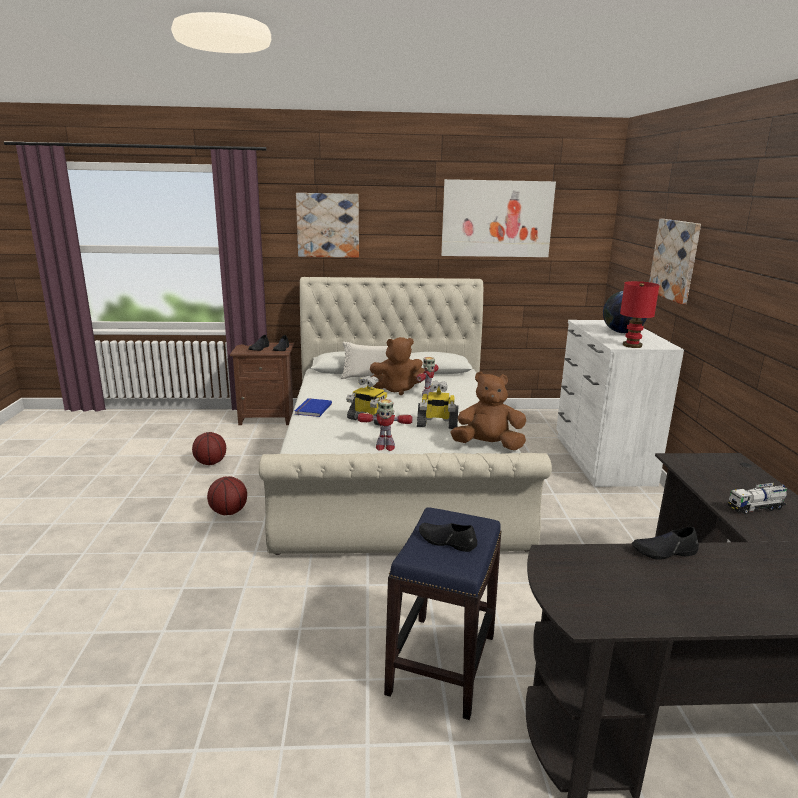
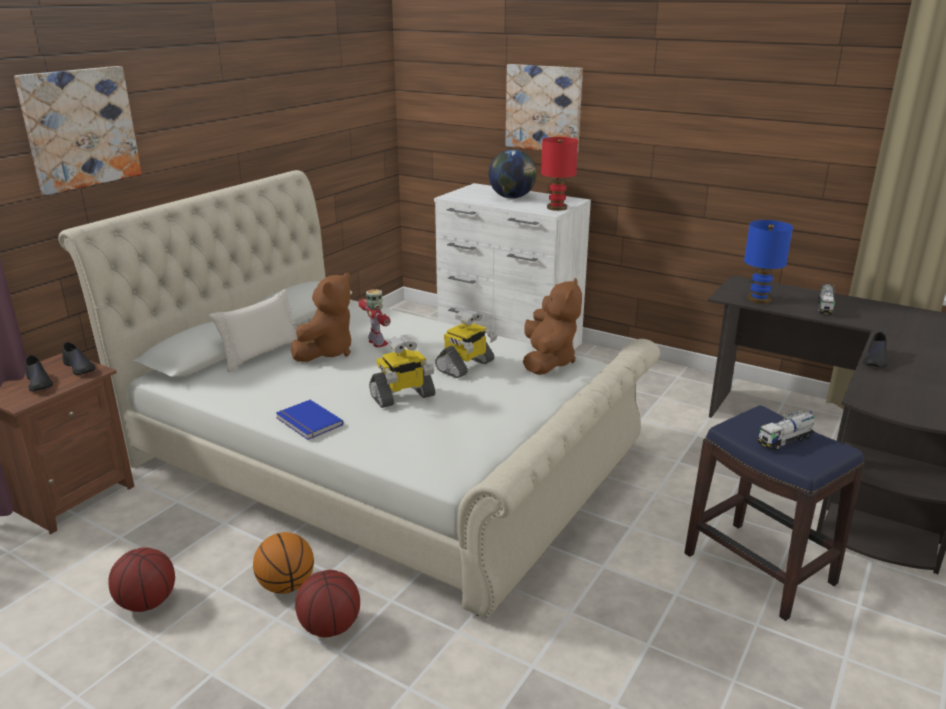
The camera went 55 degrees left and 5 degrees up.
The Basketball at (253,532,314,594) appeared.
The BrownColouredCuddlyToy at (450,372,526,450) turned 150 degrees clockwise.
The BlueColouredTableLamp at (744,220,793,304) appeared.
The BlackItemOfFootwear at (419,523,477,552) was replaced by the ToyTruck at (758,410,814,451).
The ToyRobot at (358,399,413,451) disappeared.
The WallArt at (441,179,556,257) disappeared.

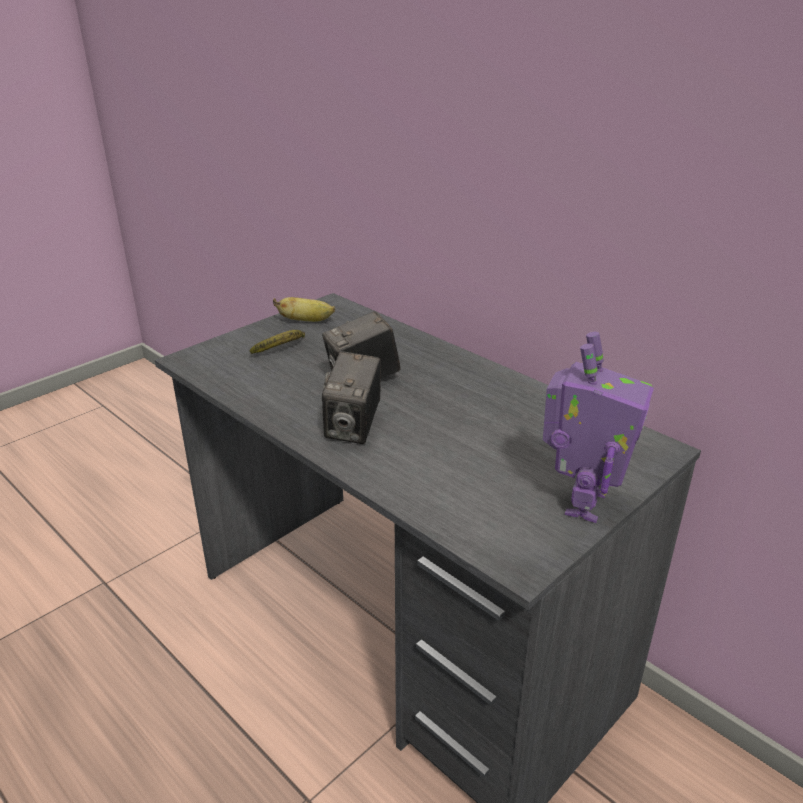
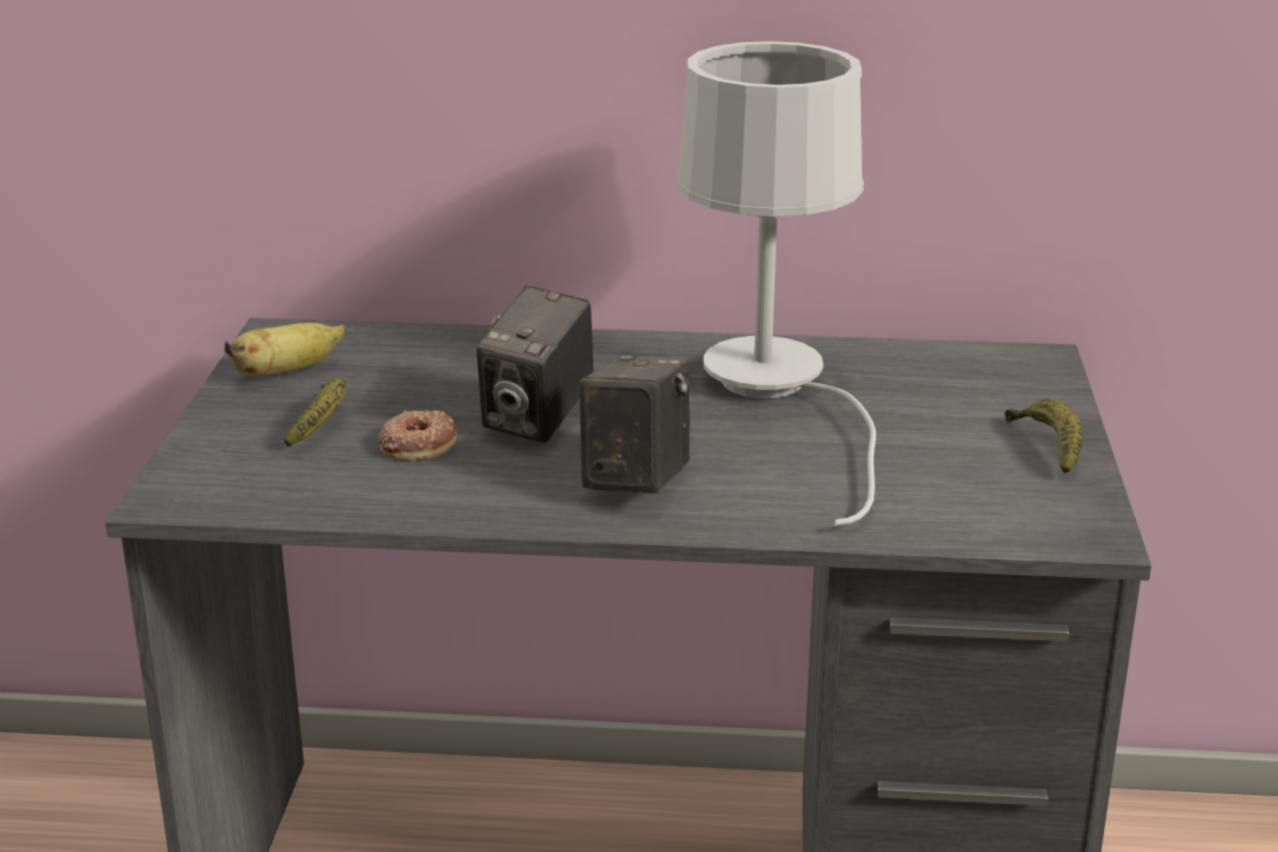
The camera went 40 degrees left and 5 degrees down.
The RingDoughnut at (379,410,457,461) appeared.
The StillCamera at (322,351,381,444) turned 135 degrees counterclockwise.
The WhiteTableLamp at (678,41,876,526) appeared.
The ToyRobot at (543,332,654,523) was replaced by the WholeBanana at (1005,399,1082,474).

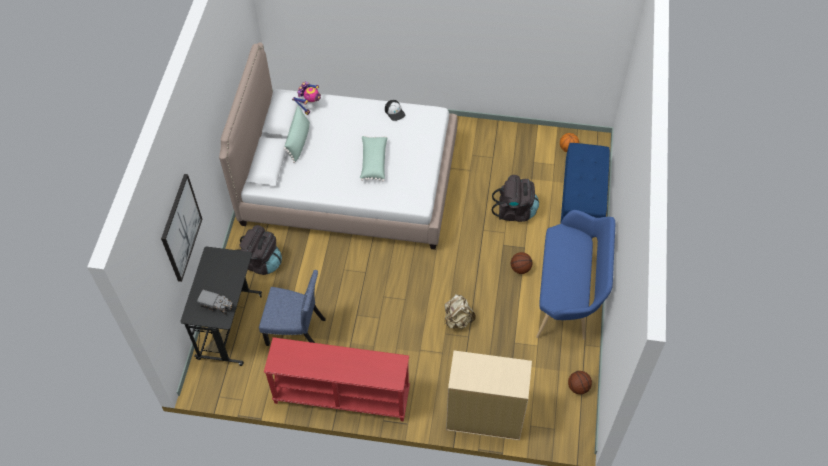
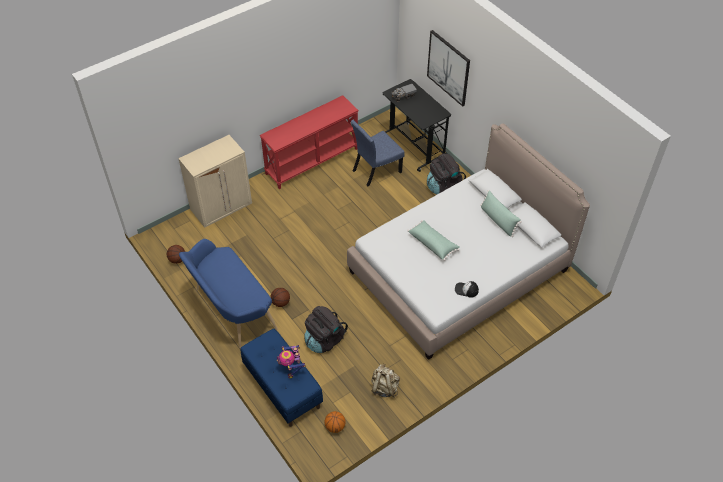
The camera went 135 degrees right and 5 degrees down.
The ToyRobot moved from (292,82,321,115) to (277,345,306,378).
The BeigeRucksack moved from (444,294,476,329) to (371,364,400,397).

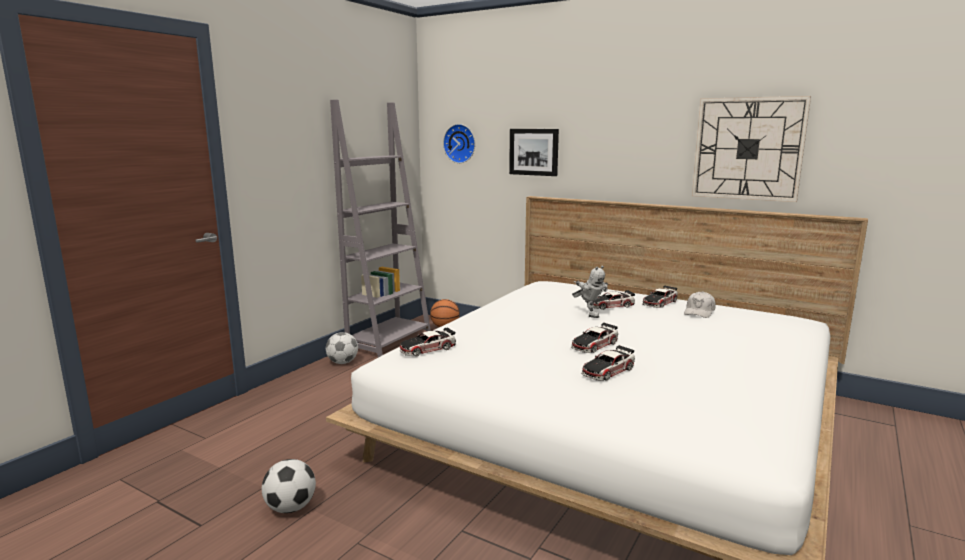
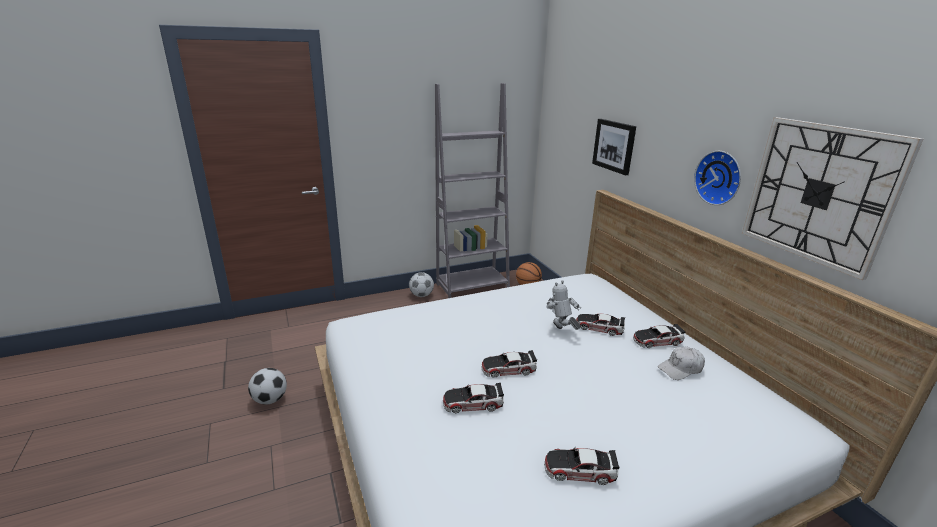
The camera went 35 degrees right and 10 degrees up.
The MiniatureCar moved from (400,327,456,356) to (544,447,619,485).
The ToyRobot at (572,265,608,318) turned 150 degrees clockwise.
The WallClock moved from (443,124,475,163) to (694,151,741,205).

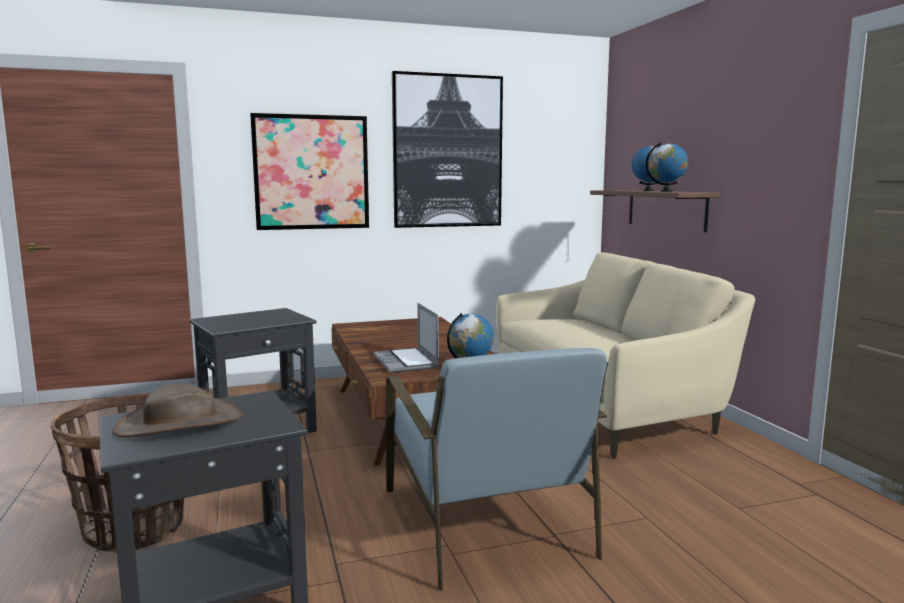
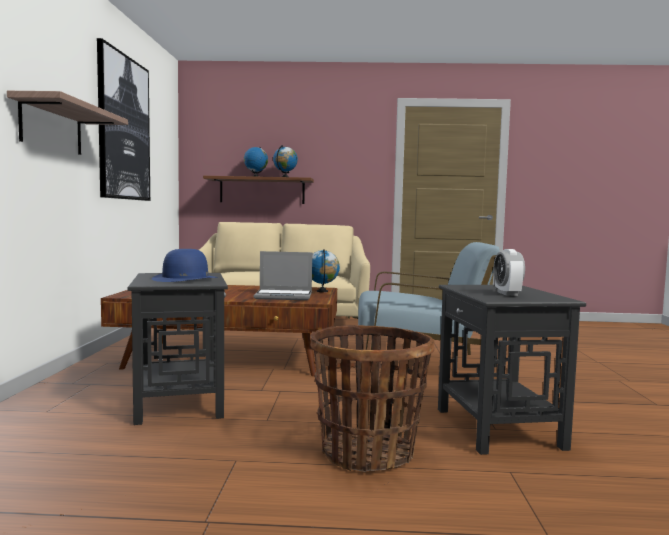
The camera went 70 degrees left and 5 degrees down.
The WallArt at (250,113,369,230) was replaced by the Shelf at (7,91,128,155).
The BlueColouredWearableHat at (152,249,218,282) appeared.
The BrownColouredWearableHat at (113,384,243,437) was replaced by the BedsideClock at (493,249,525,296).

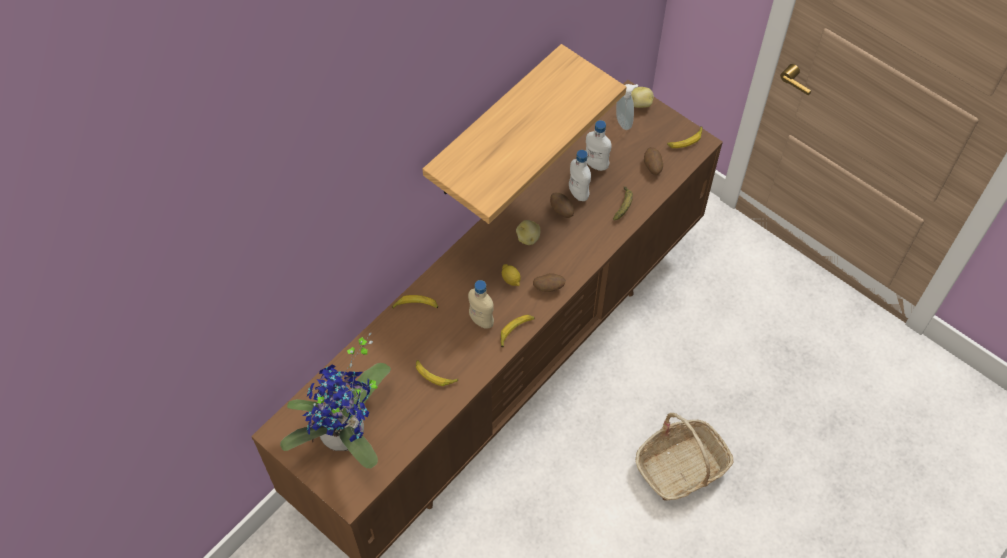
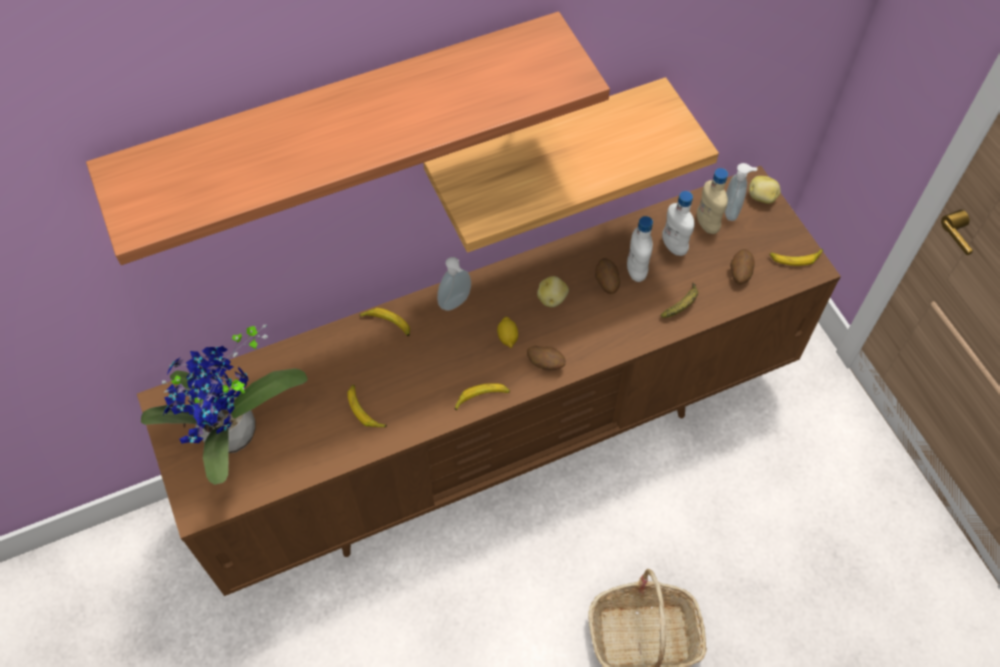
The camera went 25 degrees right and 0 degrees up.
The Shelf at (86,11,610,265) appeared.
The SoapDispenser at (437,257,471,311) appeared.
The BeigeBeverageBottle moved from (468,280,494,329) to (697,168,728,234).

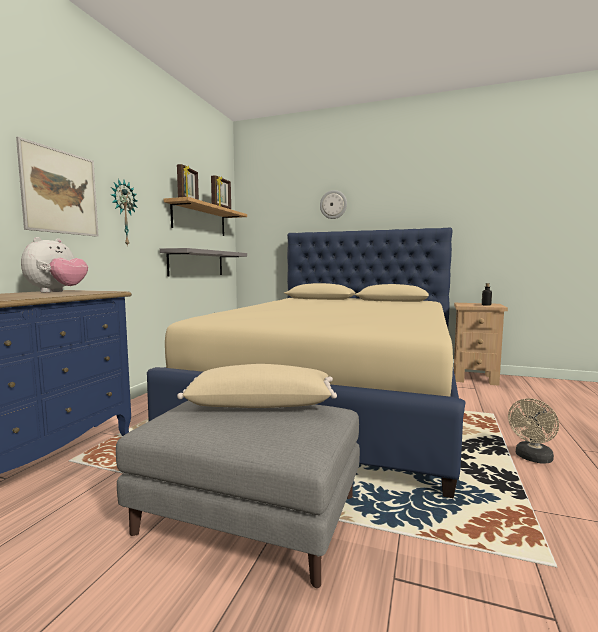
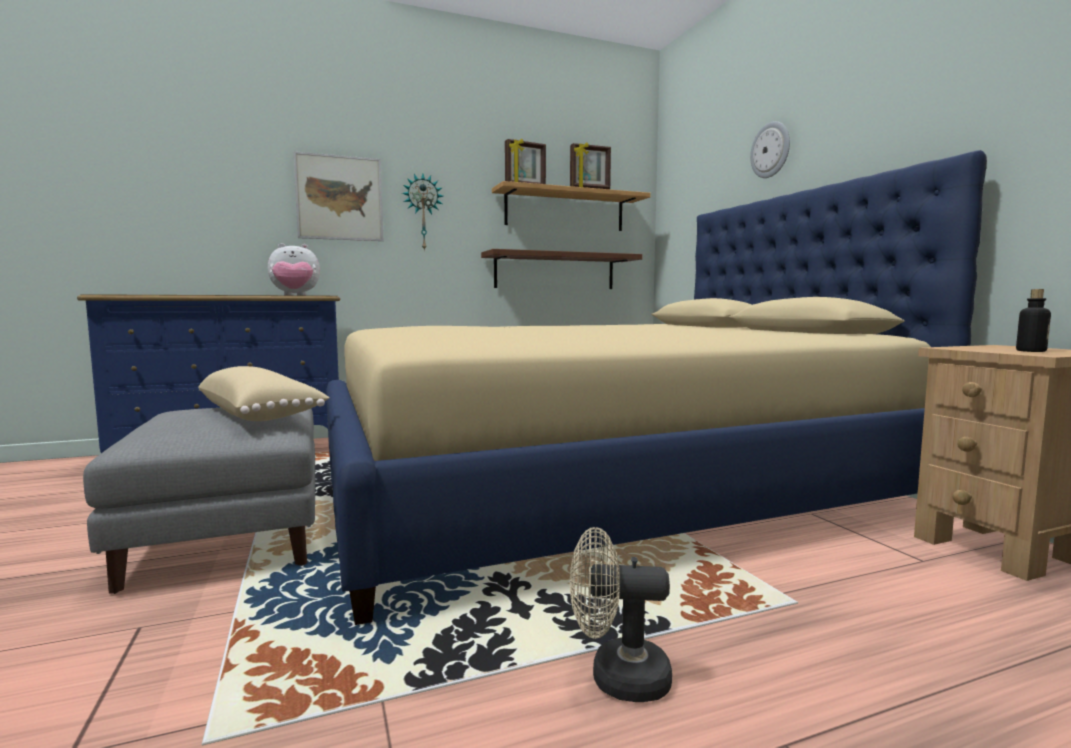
The camera went 50 degrees right and 0 degrees up.
The GrayShelf at (160,248,247,276) became the BrownColouredShelf at (481,249,643,289).

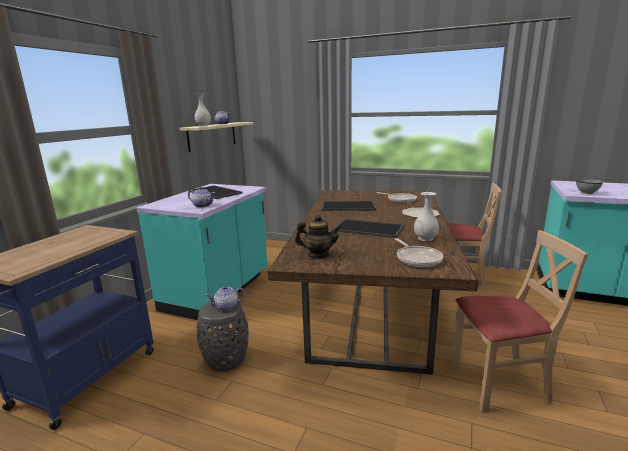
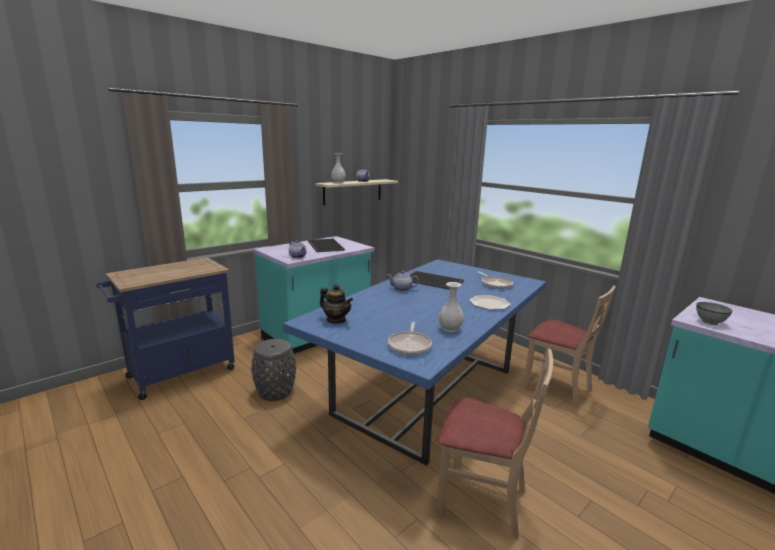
The camera went 25 degrees right and 0 degrees up.
The BrownColouredDiningTable at (268,190,478,375) became the BlueColouredDiningTable at (283,259,546,466).
The PotForTea moved from (205,286,245,311) to (387,271,419,291).
The ServingTray at (332,218,404,238) disappeared.

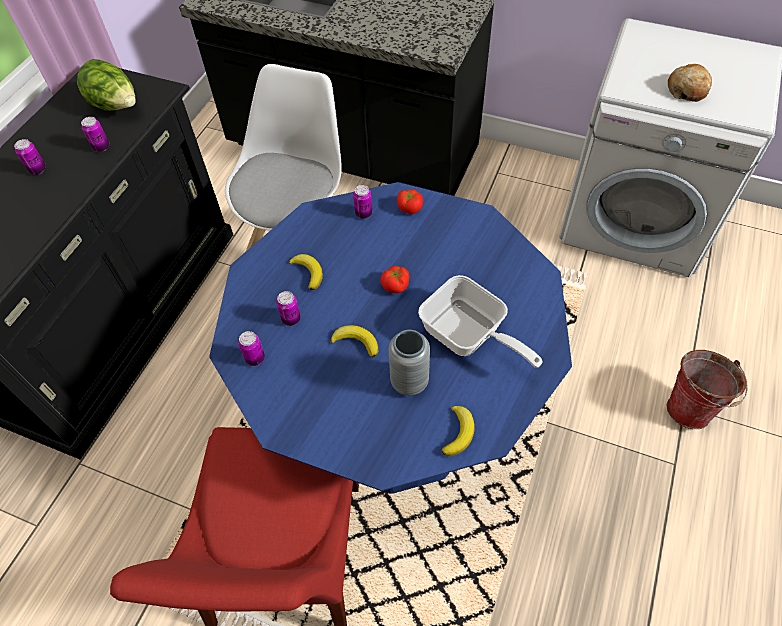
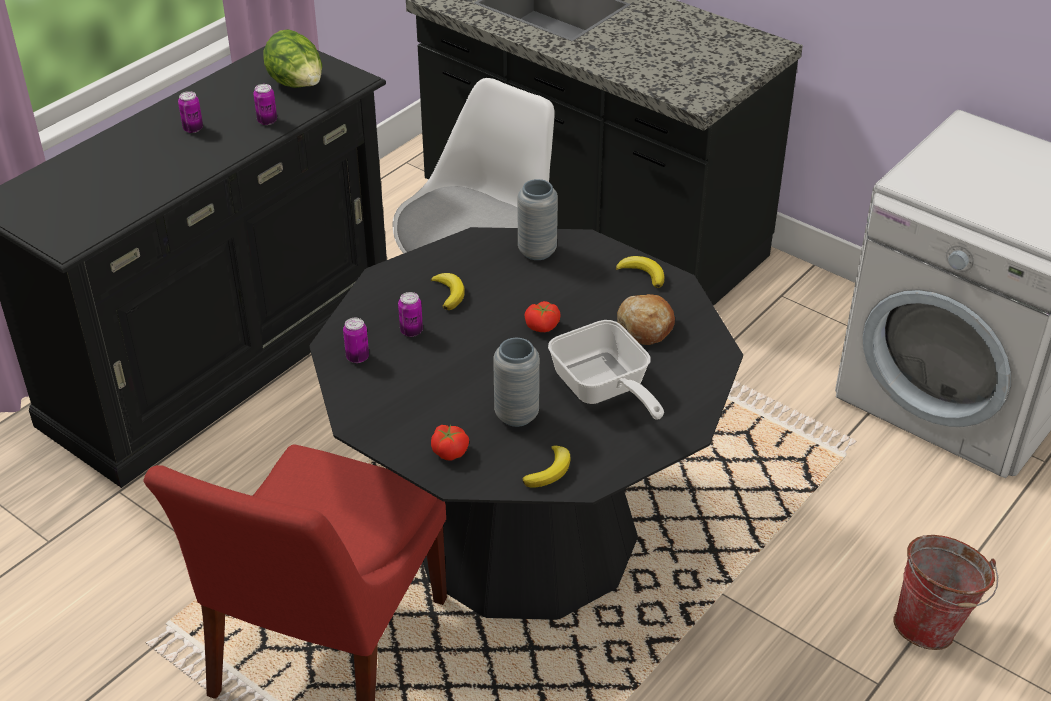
The camera went 15 degrees right and 15 degrees down.
The BlueColouredDiningTable at (209,182,572,493) became the BlackDiningTable at (309,227,743,620).
The Tomato moved from (397,189,423,214) to (431,425,469,461).
The MetalCan at (353,185,372,219) was replaced by the GrayFlowerVase at (518,179,558,260).
The WholeBanana moved from (330,325,378,357) to (616,256,664,288).
The BakedBread moved from (668,64,712,102) to (617,294,675,345).

